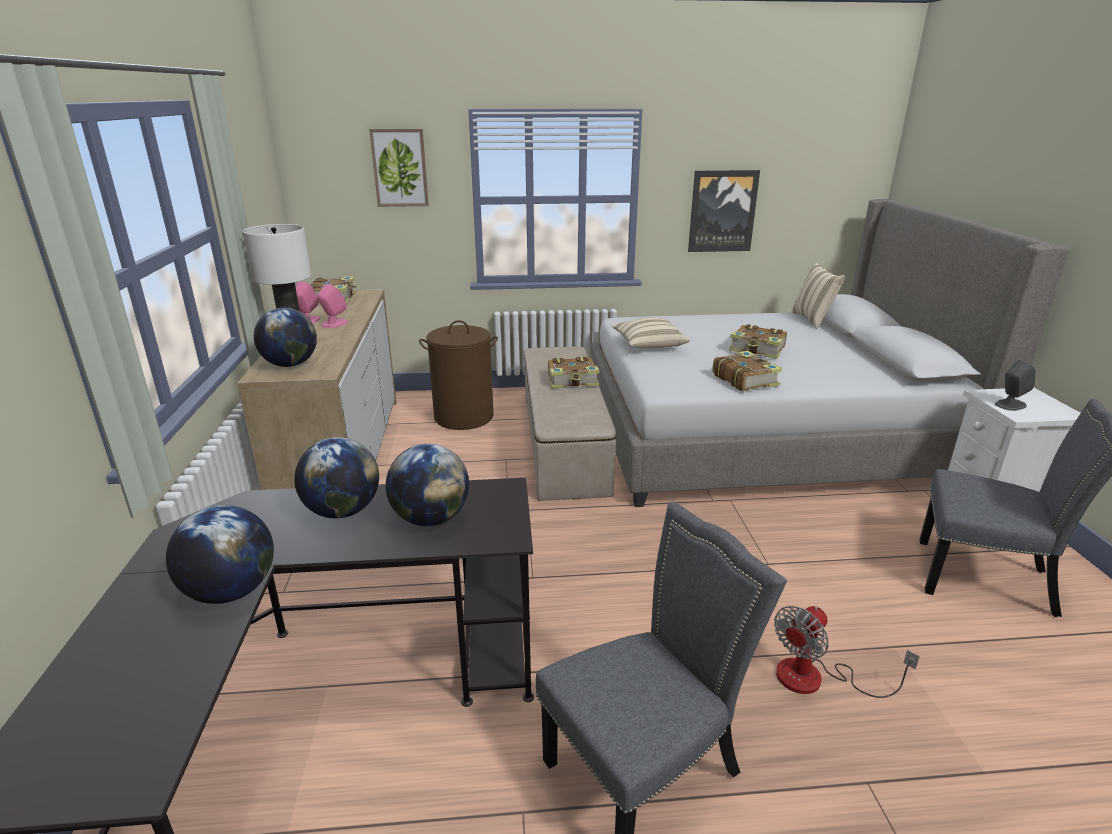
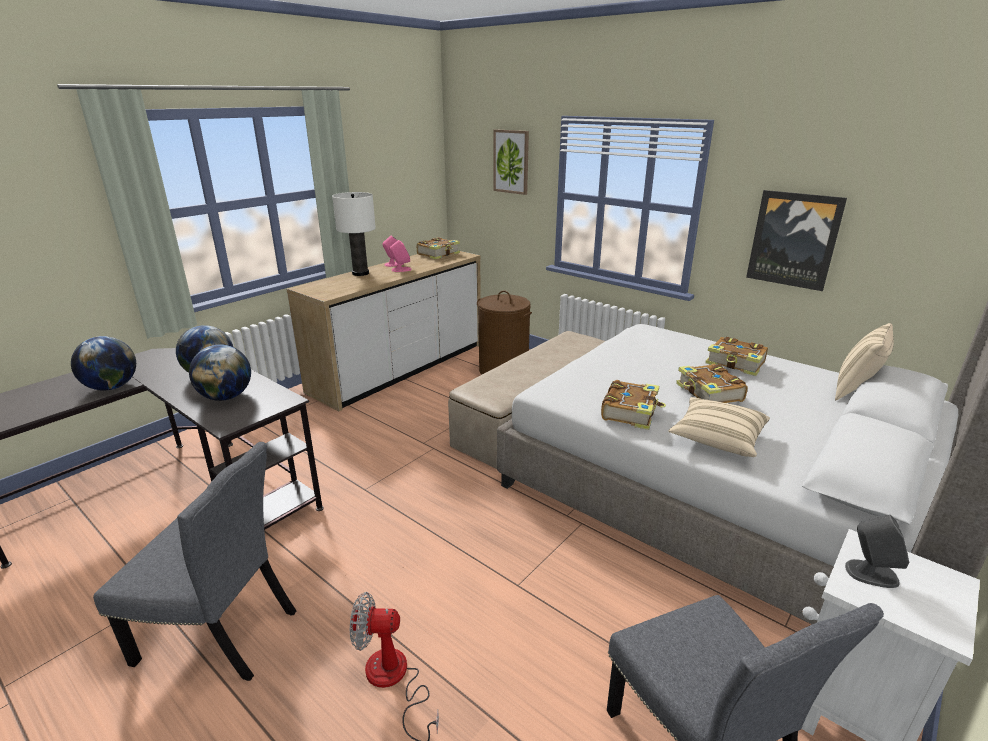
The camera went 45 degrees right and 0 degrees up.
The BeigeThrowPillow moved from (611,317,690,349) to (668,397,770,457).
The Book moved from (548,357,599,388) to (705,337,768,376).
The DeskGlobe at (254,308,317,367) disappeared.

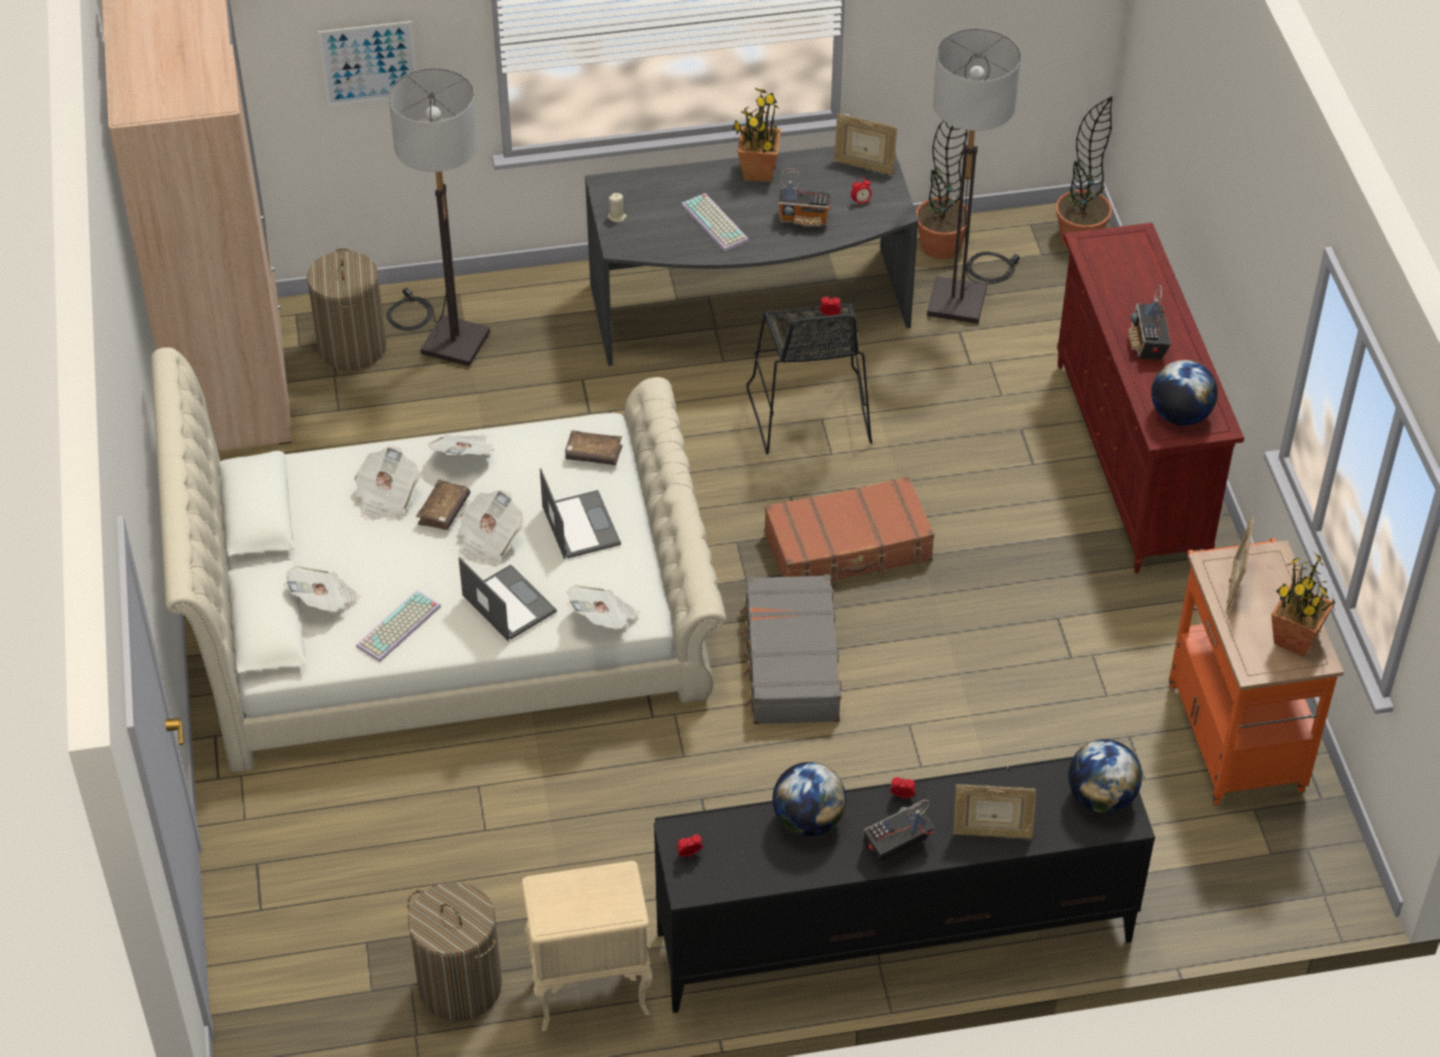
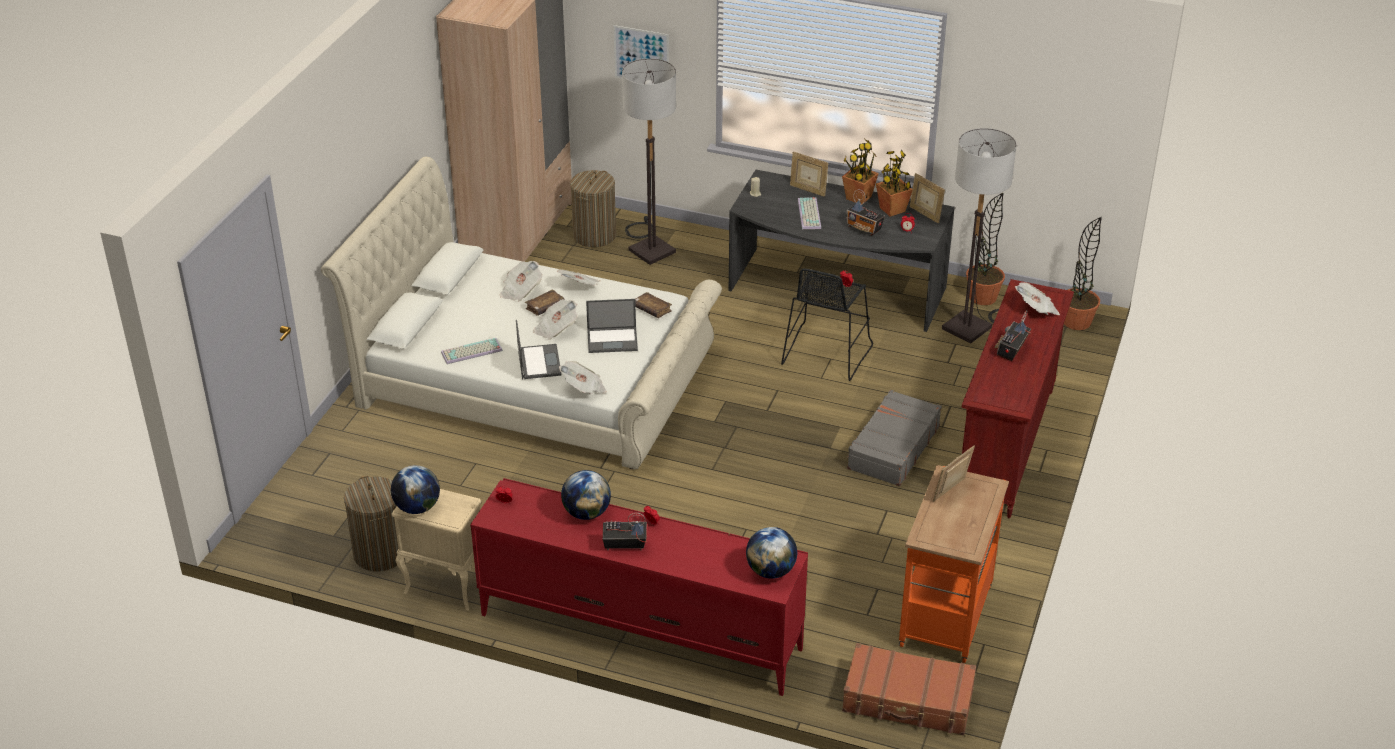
The camera went 30 degrees right and 10 degrees down.
The DeskGlobe moved from (1151,360,1218,426) to (391,465,440,514).
The BlackCupboard at (654,757,1155,1013) became the RedColouredCupboard at (470,478,808,696).
The Laptop at (540,468,621,559) turned 75 degrees clockwise.
The StandingFrame moved from (954,784,1036,839) to (790,152,828,197).
The BrownColouredSuitcase moved from (764,476,934,582) to (842,643,976,735).
The GraySuitcase moved from (740,574,842,724) to (847,390,942,486).
The Houseplant moved from (1271,552,1335,657) to (876,150,913,217).
The DailyPaper moved from (284,566,361,612) to (1015,282,1060,315).

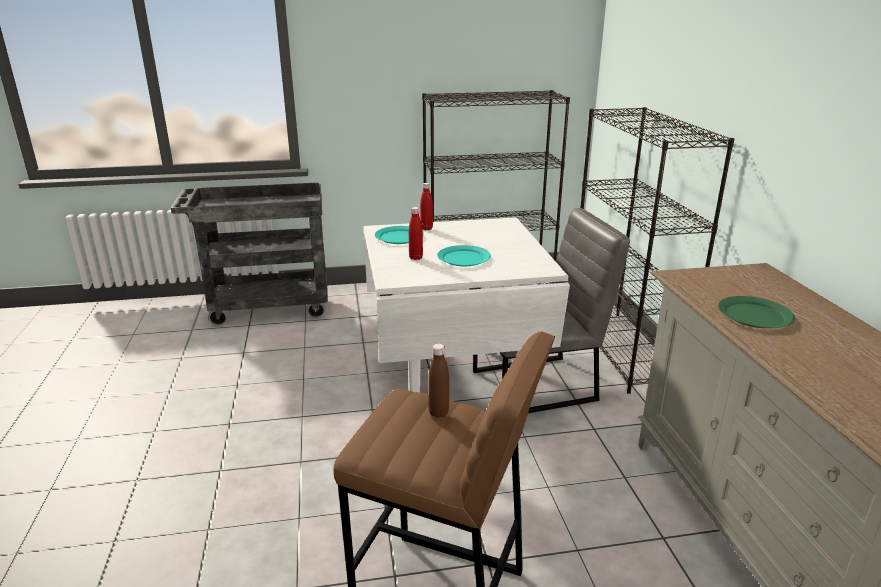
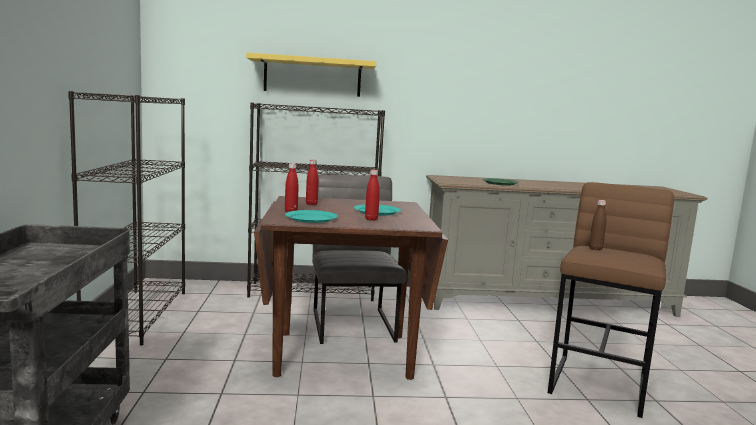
The camera went 85 degrees left and 15 degrees down.
The YellowishShelf at (246,53,376,97) appeared.
The WhiteDiningTable at (363,217,570,392) became the BrownColouredDiningTable at (254,196,448,380).
The RedColouredBeverageBottle at (306,160,318,205) appeared.

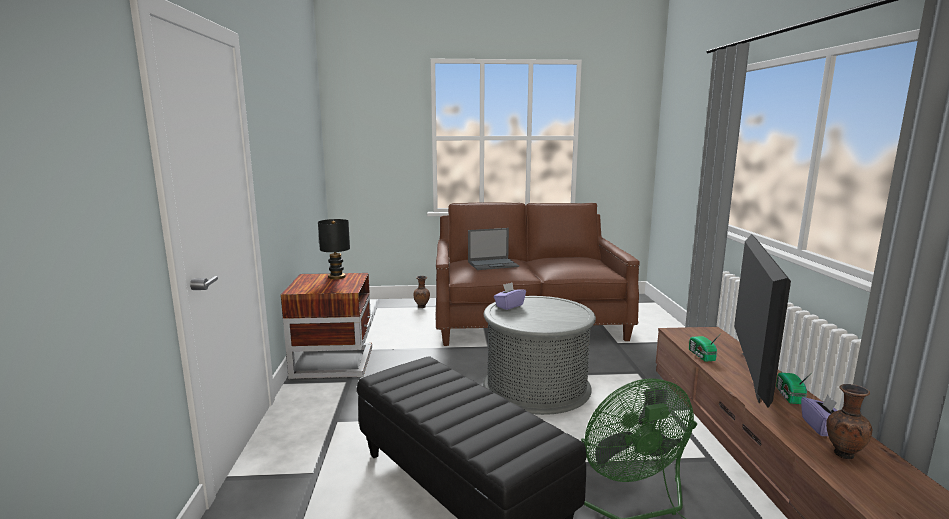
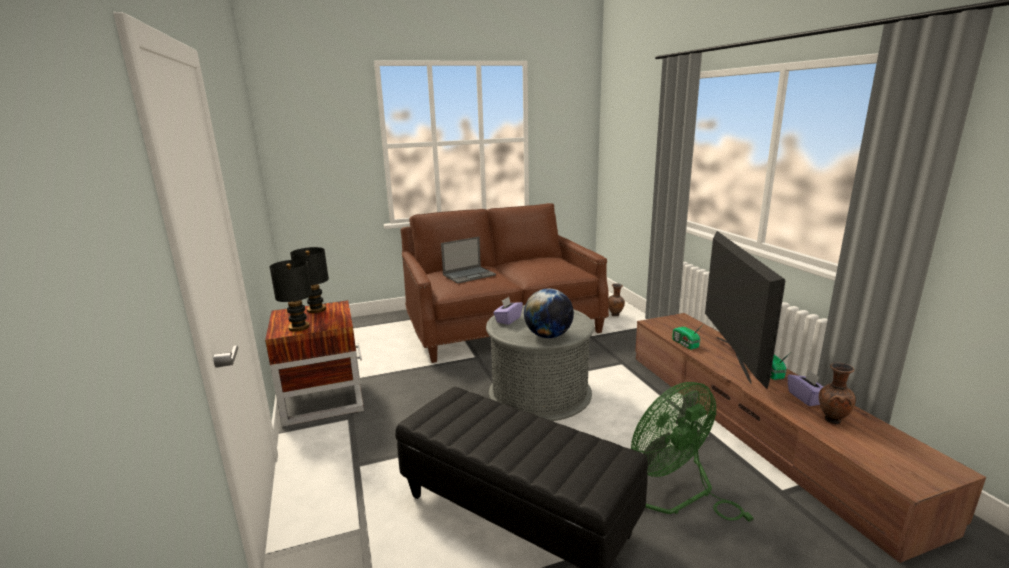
The camera went 15 degrees left and 5 degrees up.
The BlackTableLamp at (270,260,312,332) appeared.
The DeskGlobe at (524,289,574,338) appeared.
The BrownColouredFlowerVase moved from (413,276,430,308) to (608,283,625,316).

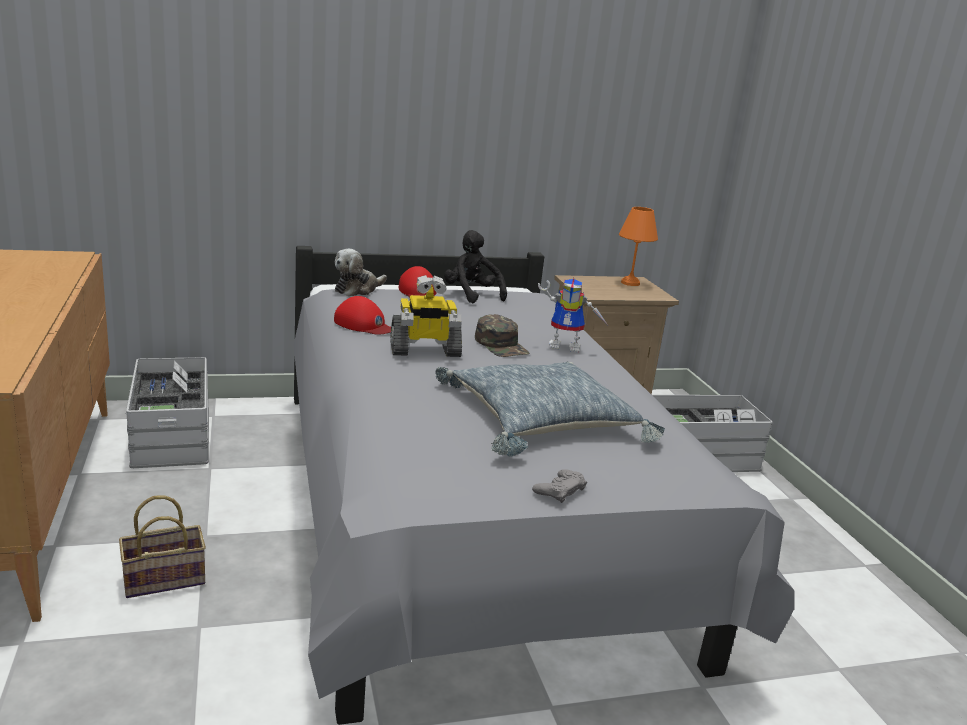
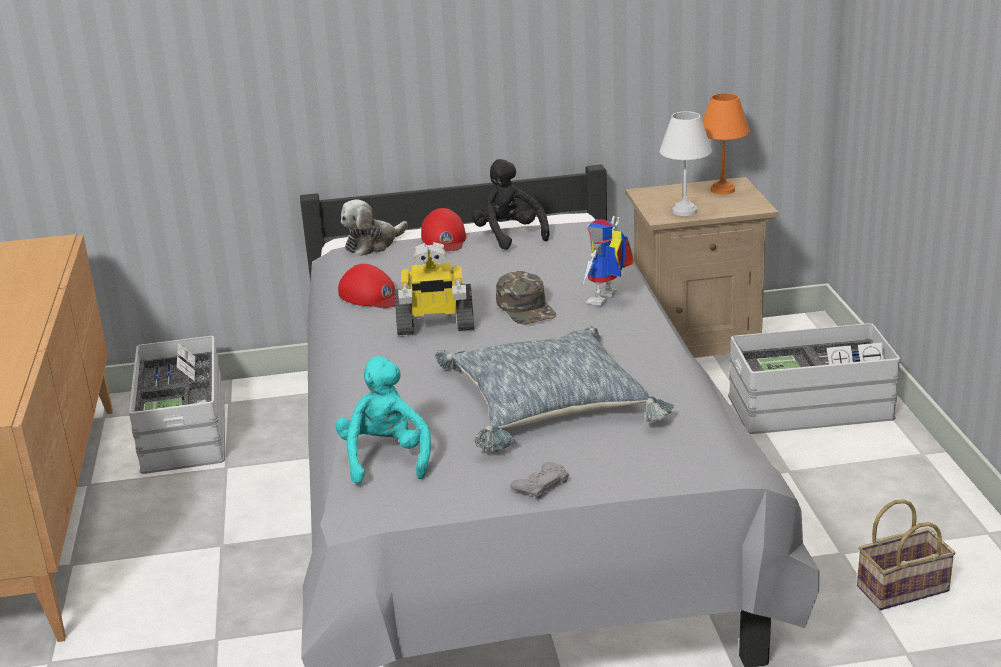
The camera went 10 degrees right and 5 degrees up.
The BlueGreenCuddlyToy at (335,356,431,484) appeared.
The ToyRobot at (538,278,608,353) turned 105 degrees clockwise.
The WhiteTableLamp at (659,111,712,216) appeared.
The StorageBasket moved from (119,495,206,598) to (857,499,955,610).

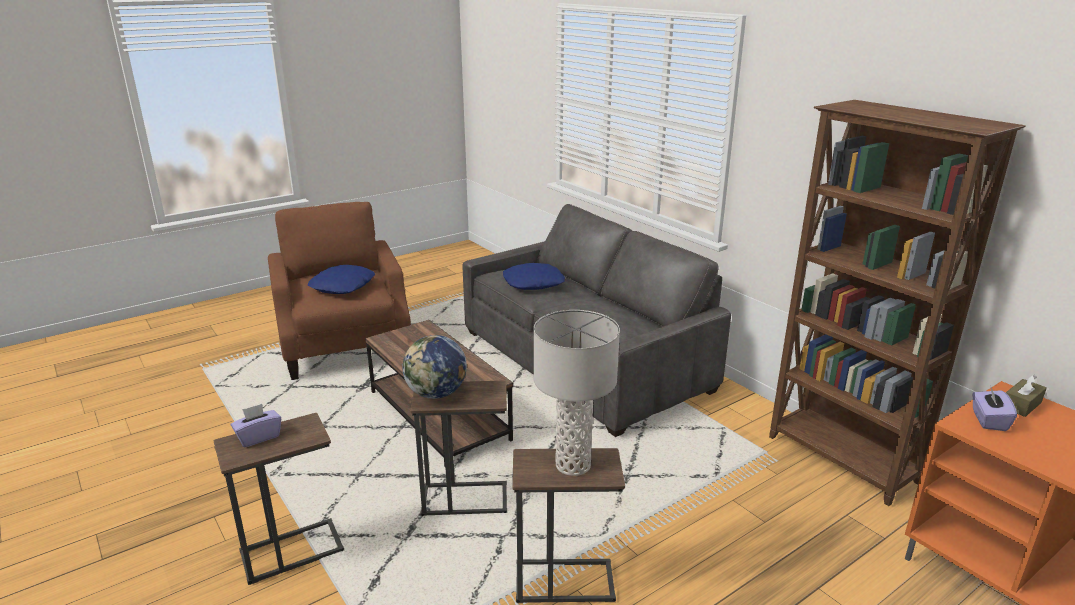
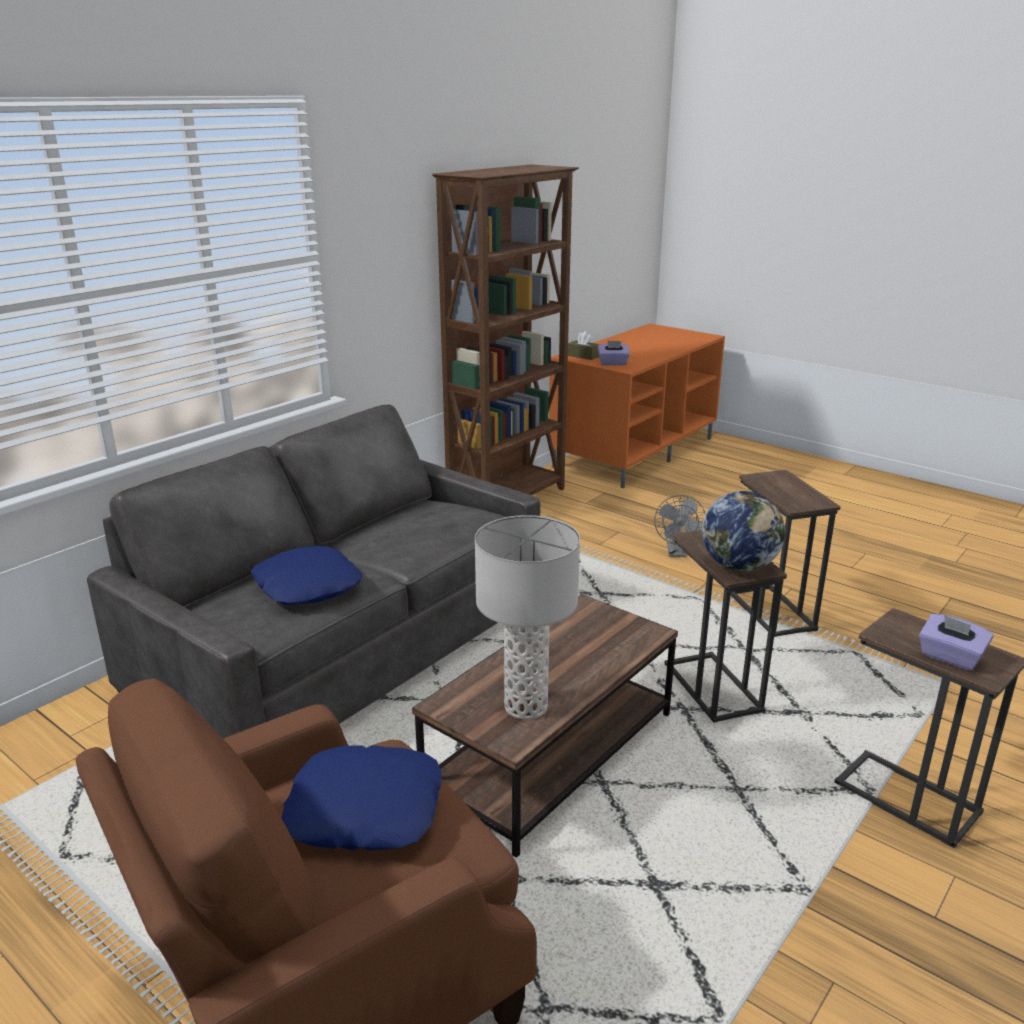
The camera went 105 degrees left and 0 degrees up.
The WhiteTableLamp moved from (534,310,620,476) to (475,515,580,719).
The GrayCoolingFan at (654,495,705,557) appeared.

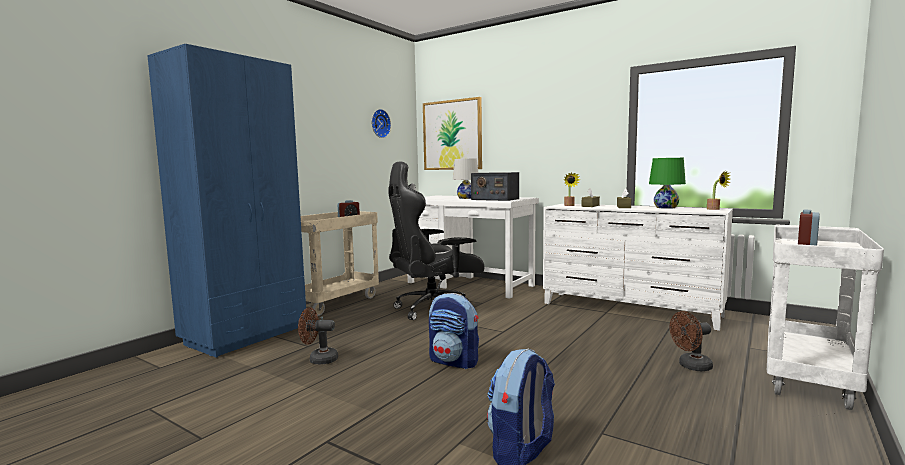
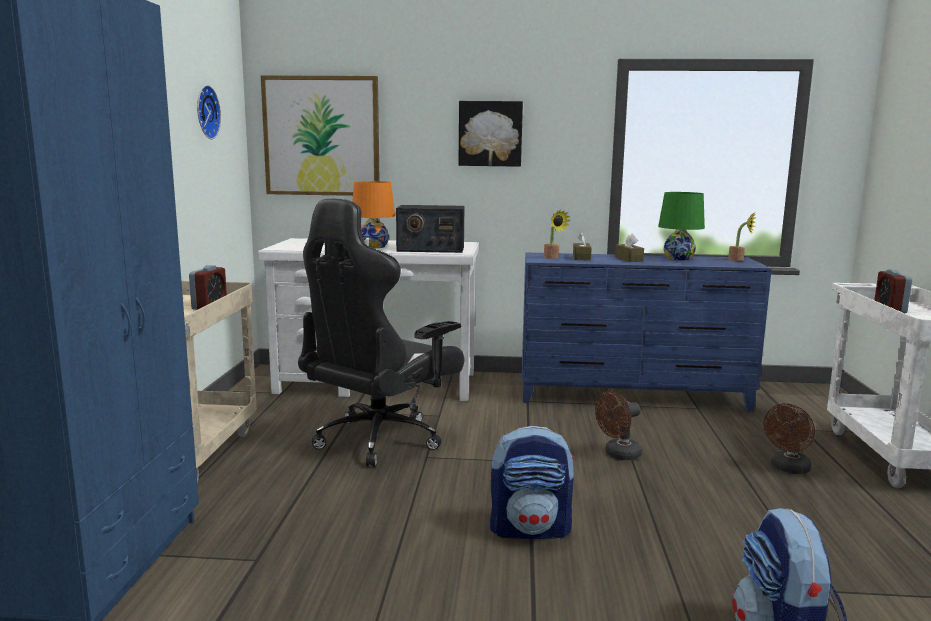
The camera went 30 degrees left and 5 degrees up.
The WhiteTableLamp at (453,159,478,199) became the OrangeTableLamp at (352,181,395,248).
The WallArt at (459,101,523,167) appeared.
The WhiteDrawerChest at (543,204,733,331) became the BlueColouredDrawerChest at (522,252,772,411).
The BrownColouredCoolingFan moved from (298,307,338,364) to (595,391,642,460).

